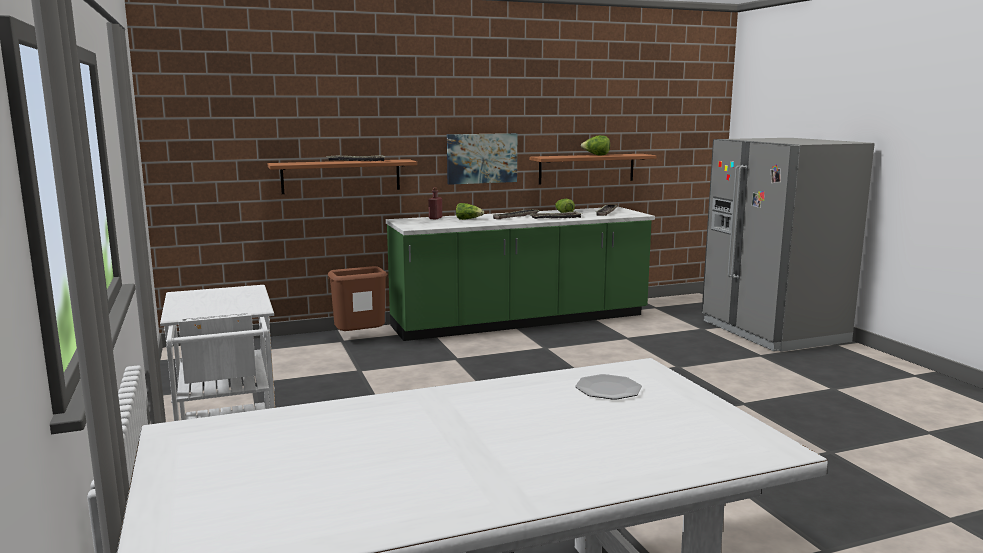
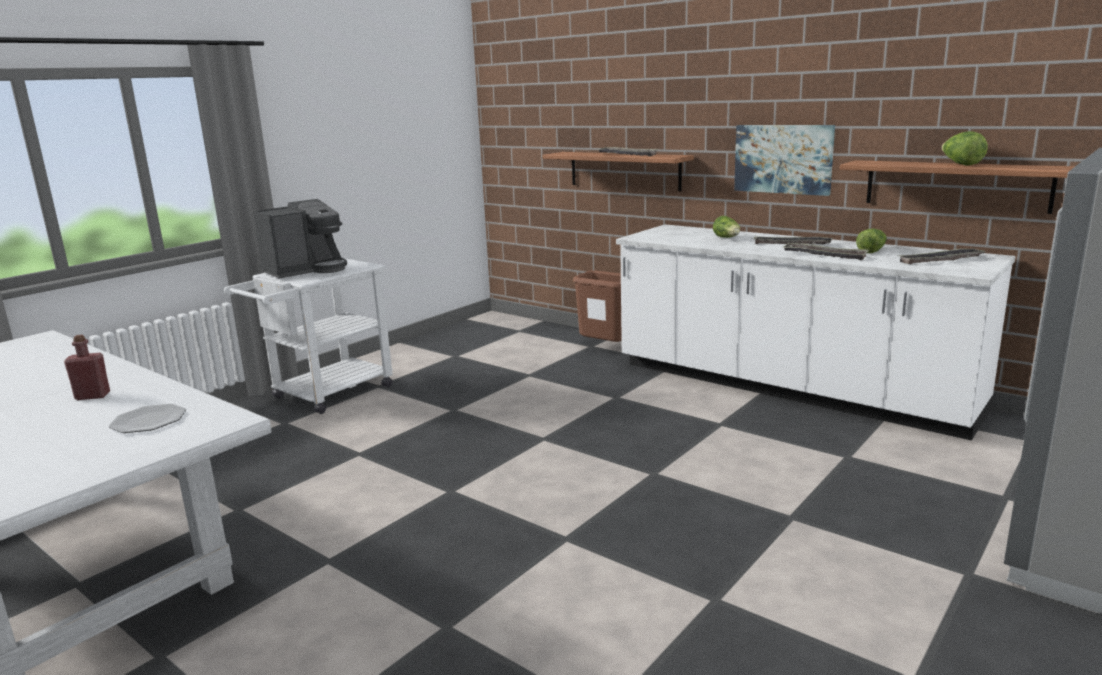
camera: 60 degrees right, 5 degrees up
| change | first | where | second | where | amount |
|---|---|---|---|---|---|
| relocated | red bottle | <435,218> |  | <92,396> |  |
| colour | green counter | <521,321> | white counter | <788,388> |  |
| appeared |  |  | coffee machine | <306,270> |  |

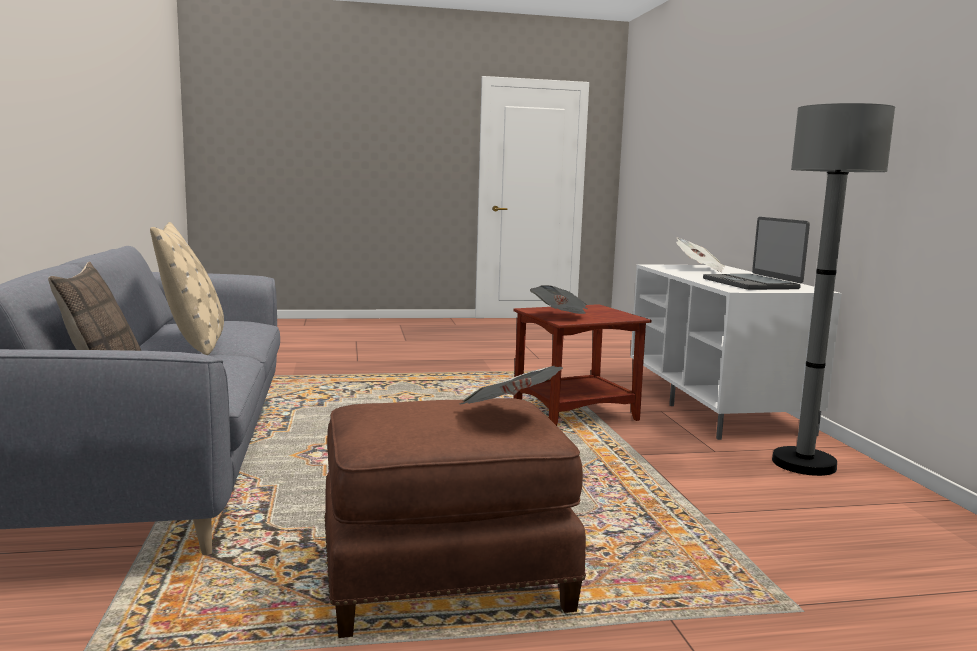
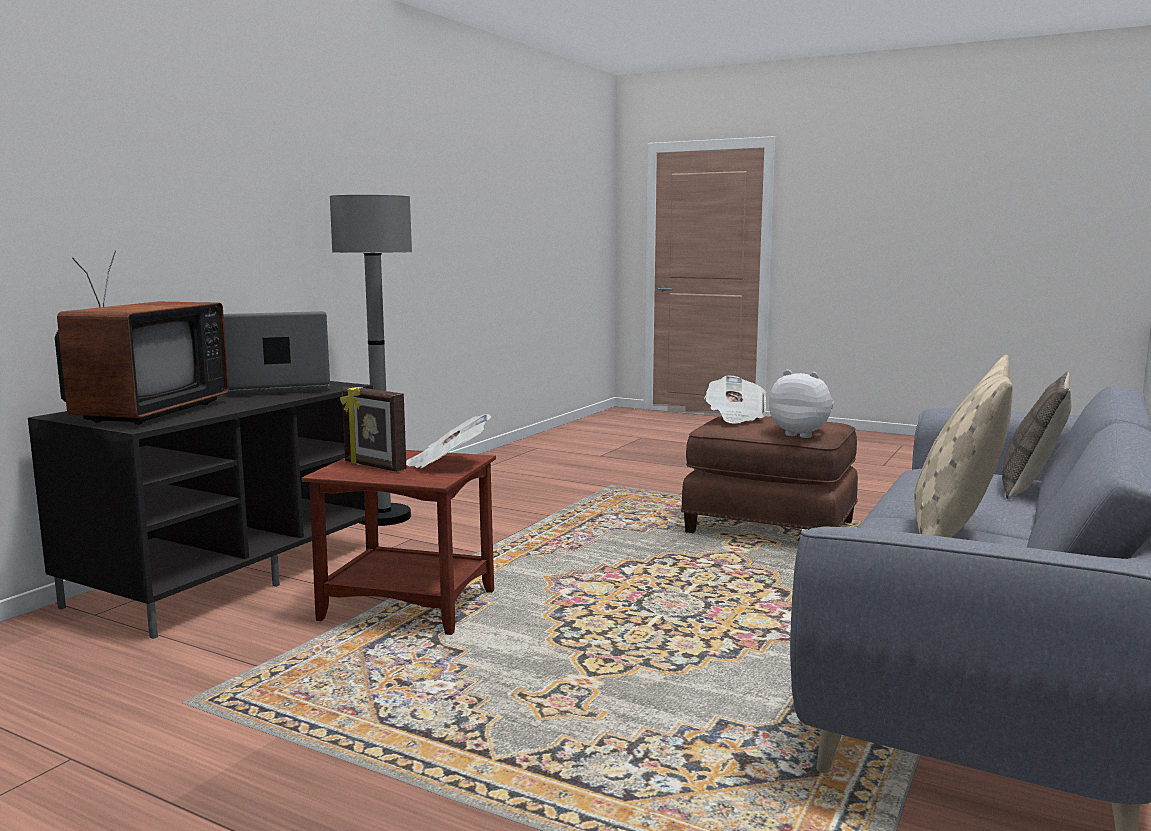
camera: 140 degrees left, 0 degrees up
| change | first | where | second | where | amount |
|---|---|---|---|---|---|
| spun | laptop | <751,284> |  | <277,389> | 135 degrees counterclockwise |
| exchanged | newspaper | <699,269> | television | <142,412> |  |
| colour | white tv stand | <717,404> | black tv stand | <230,572> |  |
| appeared |  |  | plush toy | <801,434> |  |
| appeared |  |  | picture frame | <374,466> |  |

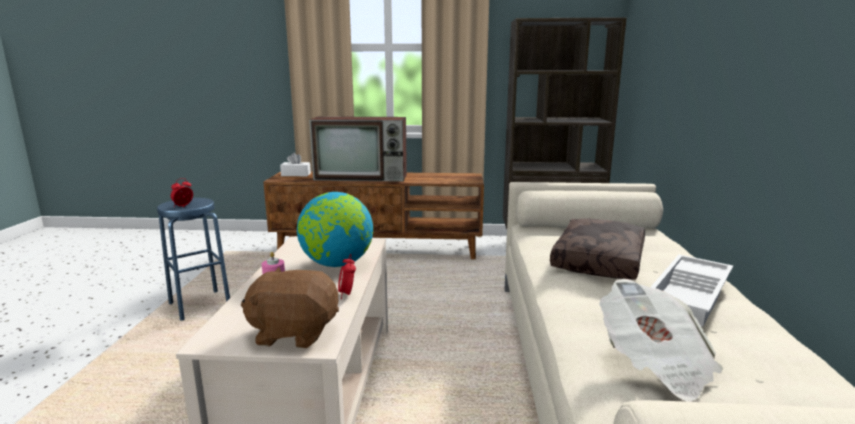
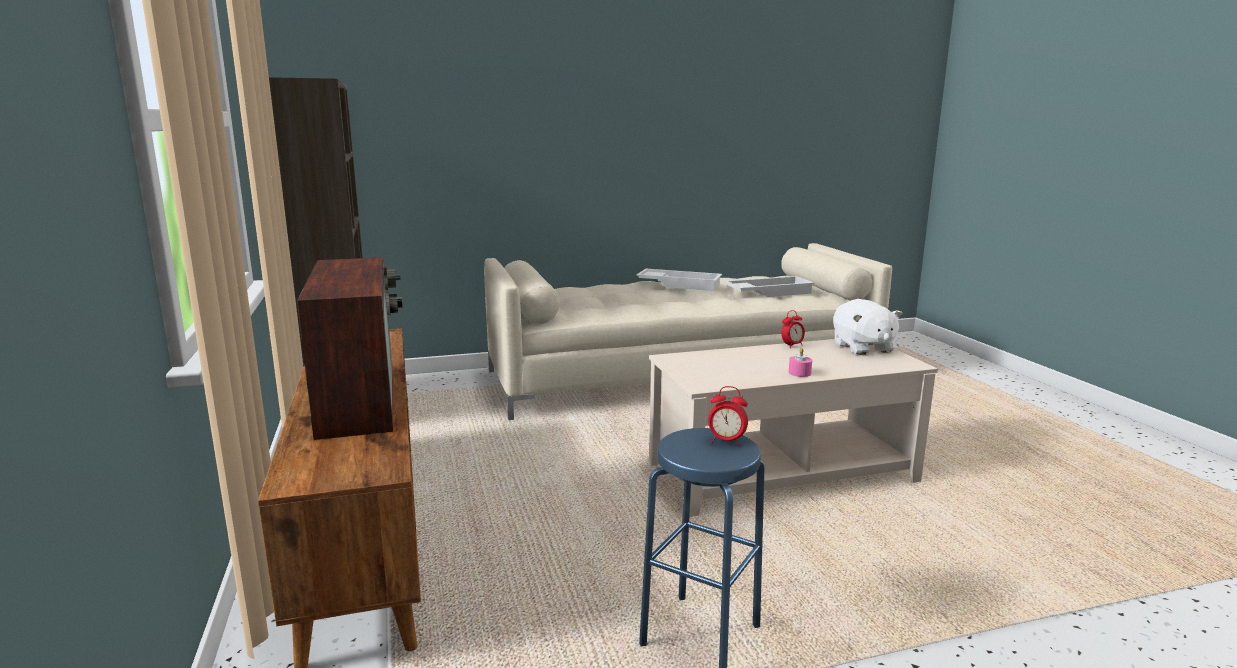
camera: 110 degrees left, 0 degrees up
| change | first | where | second | where | amount |
|---|---|---|---|---|---|
| missing | white tissue box | <296,174> |  |  |  |
| missing | globe | <337,264> |  |  |  |
| missing | brown pillow | <600,261> |  |  |  |
| colour | brown plush toy | <294,332> | white plush toy | <862,348> |  |
| exchanged | newspaper | <655,364> | white tray | <768,292> |  |

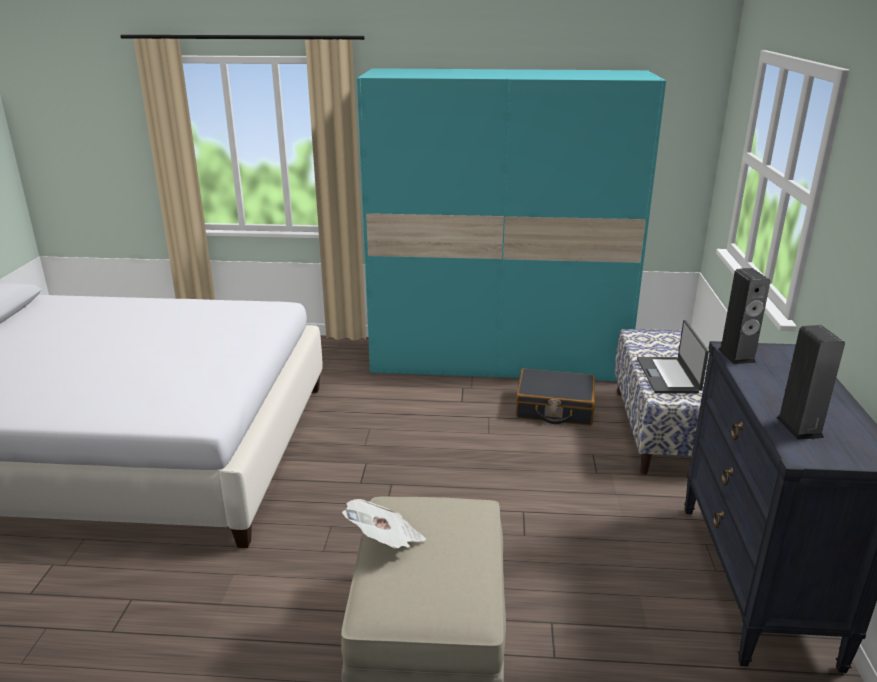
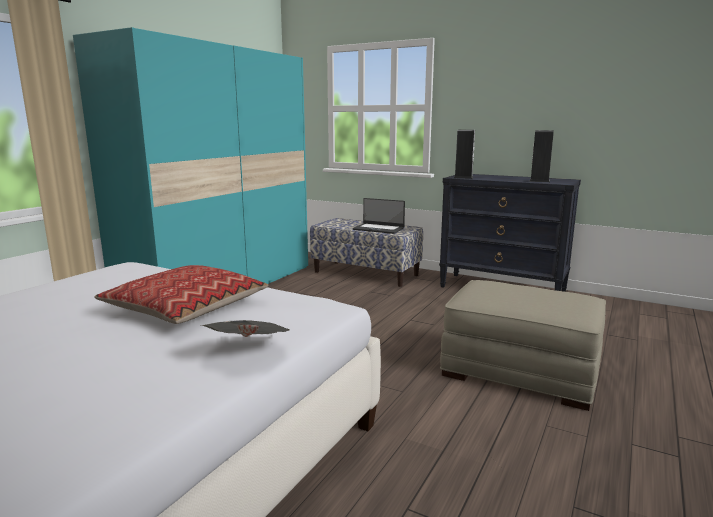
camera: 65 degrees left, 10 degrees down
| change | first | where | second | where | amount |
|---|---|---|---|---|---|
| missing | black suitcase | <554,408> |  |  |  |
| relocated | newspaper | <385,541> |  | <249,350> |  |
| appeared |  |  | pillow | <186,308> |  |

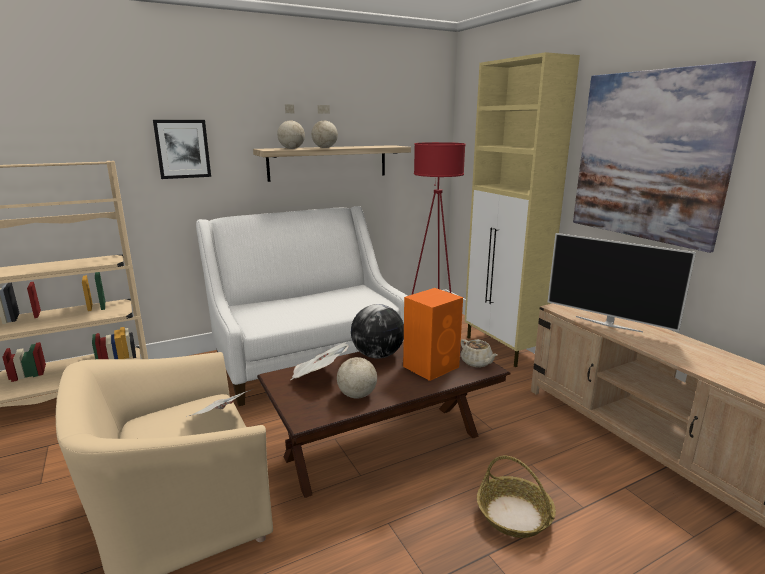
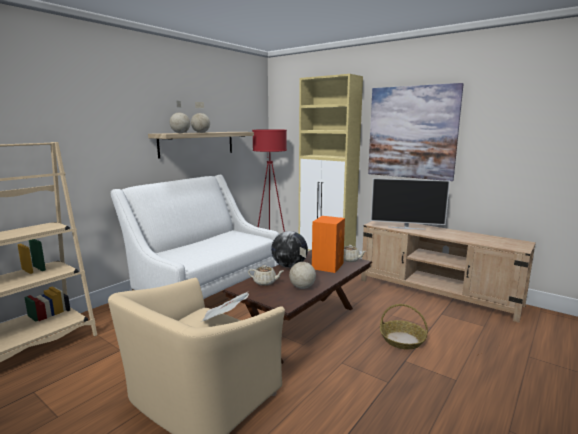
camera: 25 degrees left, 5 degrees down
| change | first | where | second | where | amount |
|---|---|---|---|---|---|
| missing | picture | <182,149> |  |  |  |
| exchanged | newspaper | <318,375> | beige teapot | <265,282> |  |

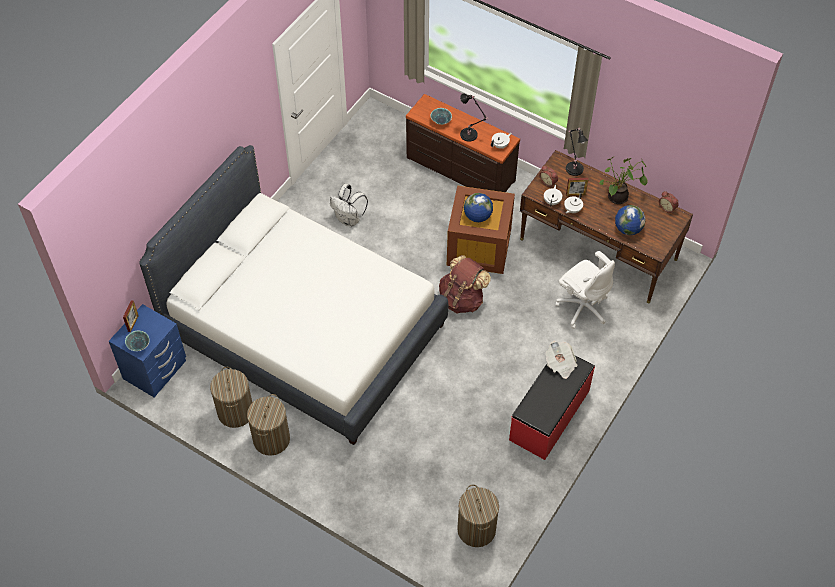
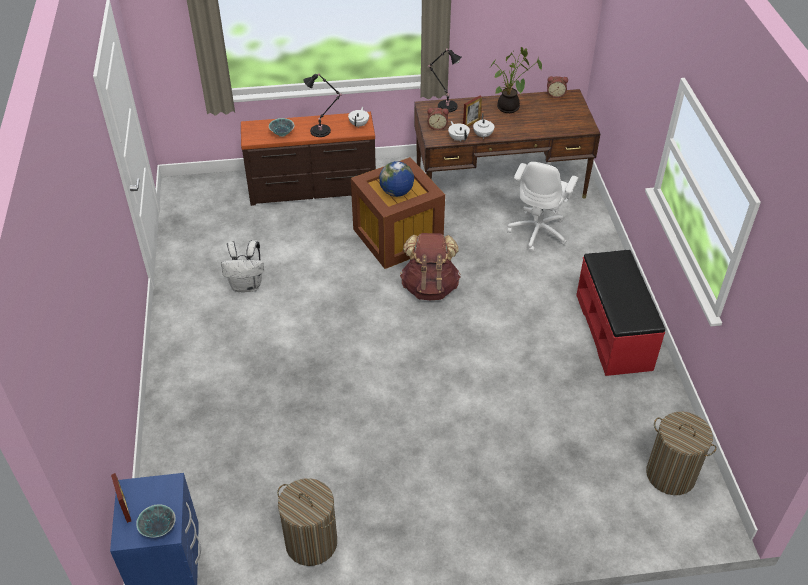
camera: 40 degrees left, 10 degrees down
| change | first | where | second | where | amount |
|---|---|---|---|---|---|
| missing | white bed | <304,330> |  |  |  |
| missing | globe | <628,229> |  |  |  |
| spun | white office chair | <582,307> |  | <538,231> | 105 degrees clockwise |
| missing | newspaper | <560,364> |  |  |  |
| missing | laundry basket | <271,439> |  |  |  |

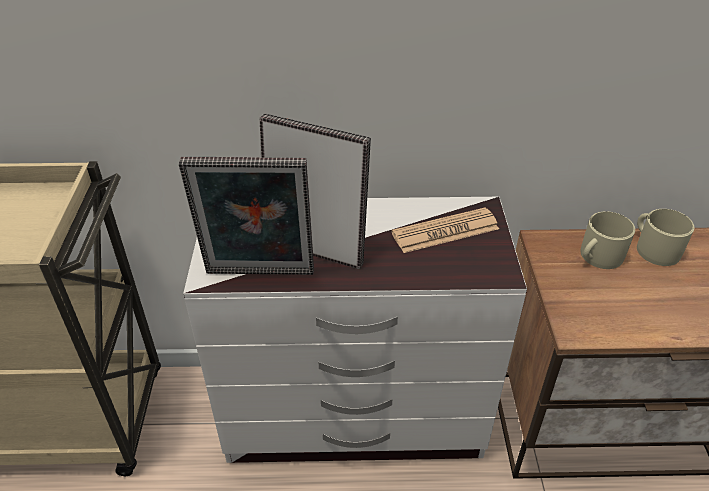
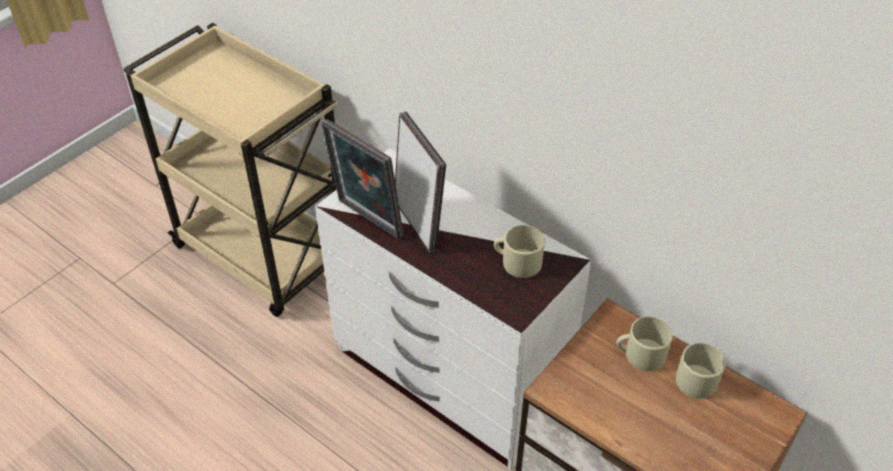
camera: 40 degrees right, 5 degrees up
| change | first | where | second | where | amount |
|---|---|---|---|---|---|
| exchanged | newspaper | <445,231> | beige mug | <517,262> |  |

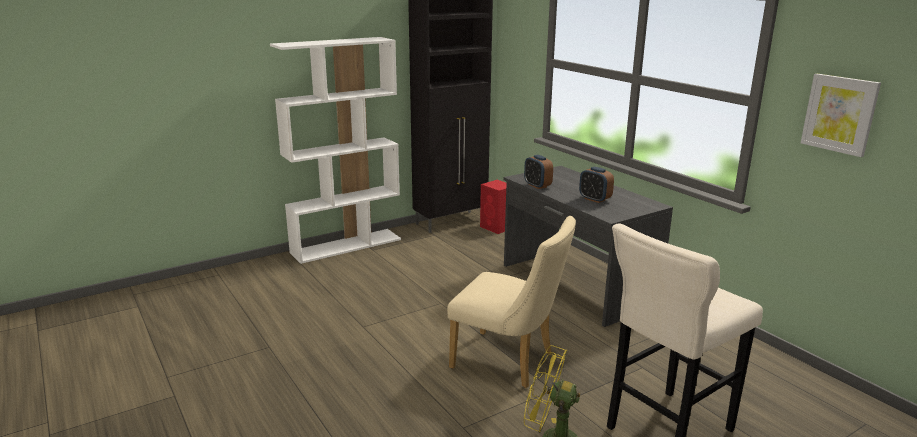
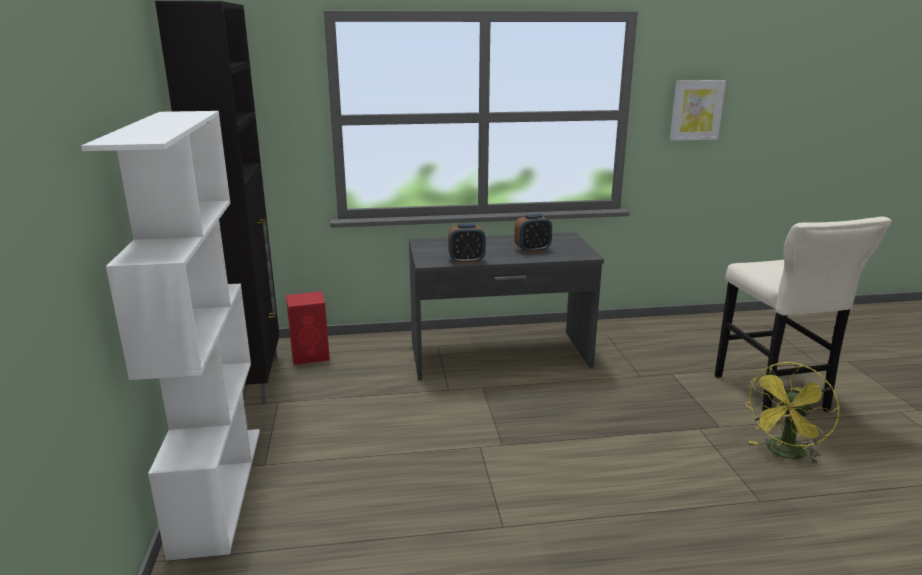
camera: 65 degrees left, 0 degrees up
| change | first | where | second | where | amount |
|---|---|---|---|---|---|
| missing | beige chair | <509,362> |  |  |  |

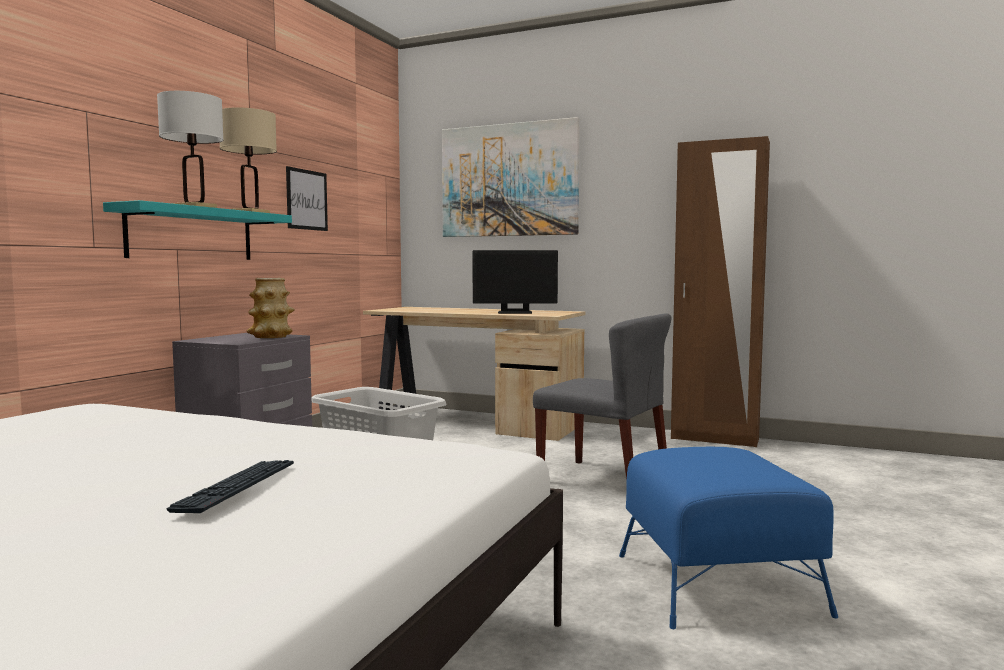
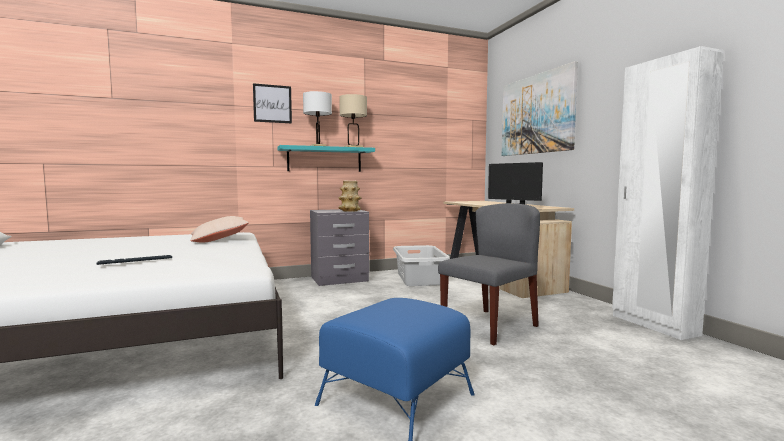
camera: 45 degrees right, 0 degrees up
| change | first | where | second | where | amount |
|---|---|---|---|---|---|
| colour | brown wardrobe | <714,439> | white wardrobe | <653,325> |  |
| relocated | picture | <306,200> |  | <272,103> |  |
| spun | grey chair | <604,480> |  | <489,326> | 120 degrees counterclockwise |
| appeared |  |  | beige pillow | <219,239> |  |

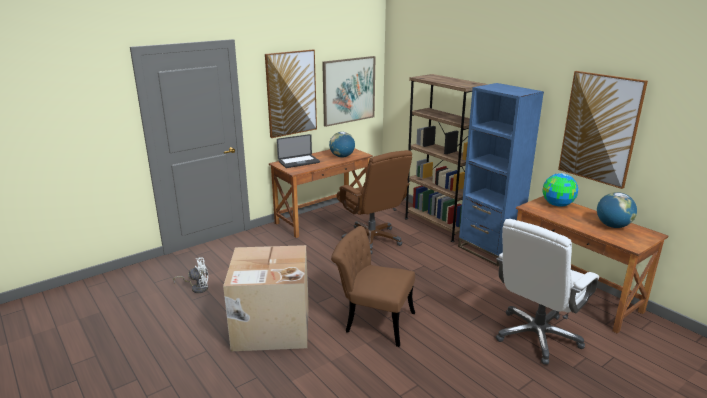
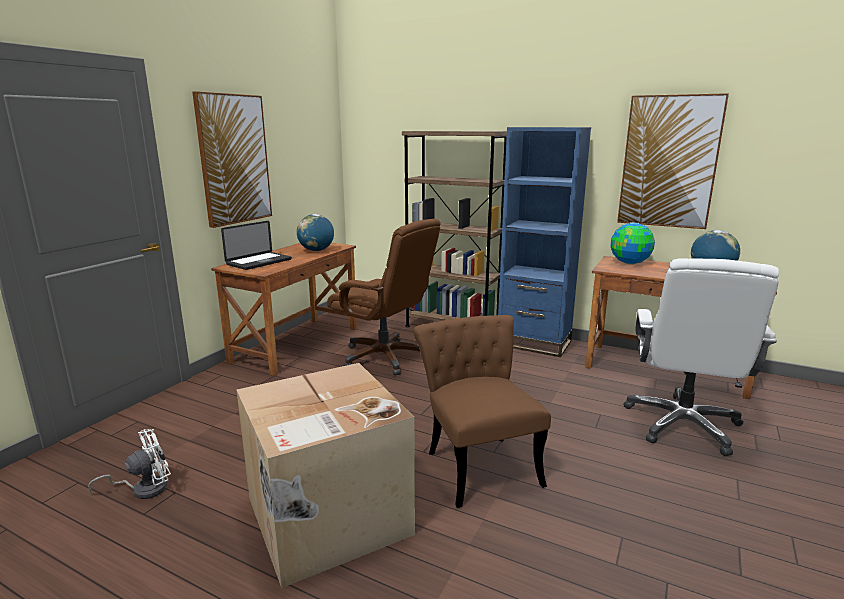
camera: 25 degrees left, 5 degrees down
| change | first | where | second | where | amount |
|---|---|---|---|---|---|
| missing | picture | <348,90> |  |  |  |
| spun | brown chair | <372,321> |  | <477,462> | 75 degrees clockwise |

